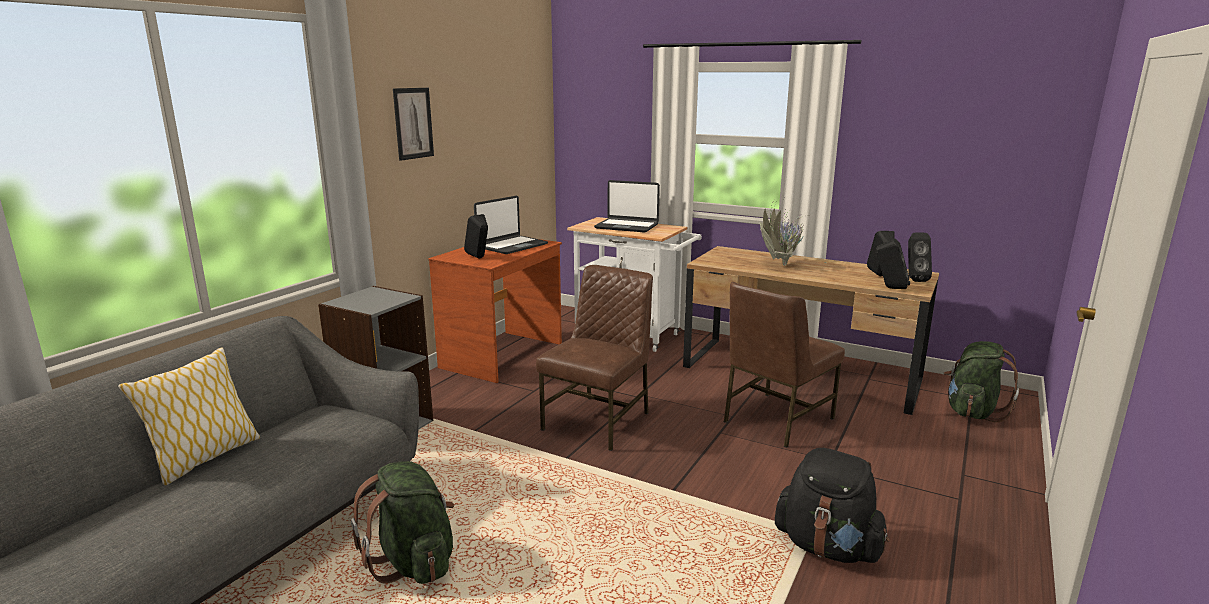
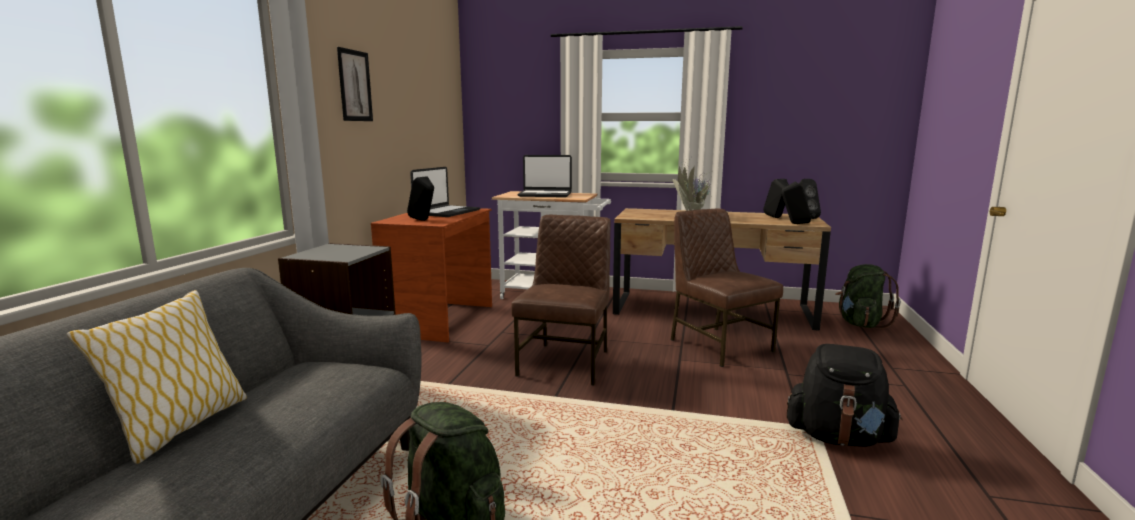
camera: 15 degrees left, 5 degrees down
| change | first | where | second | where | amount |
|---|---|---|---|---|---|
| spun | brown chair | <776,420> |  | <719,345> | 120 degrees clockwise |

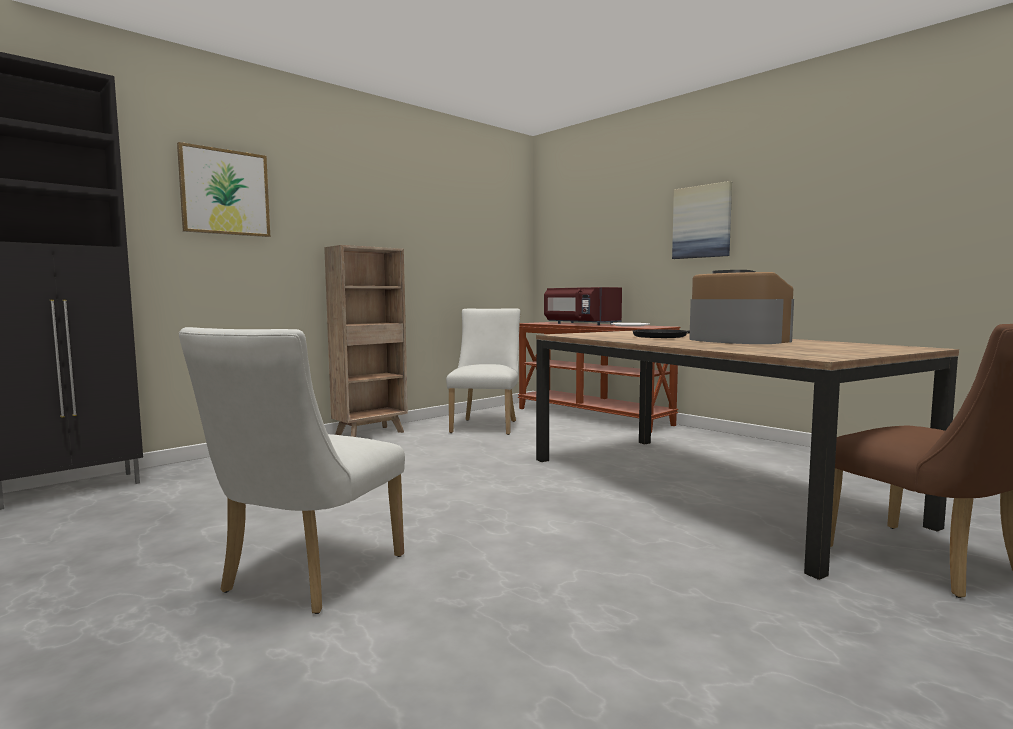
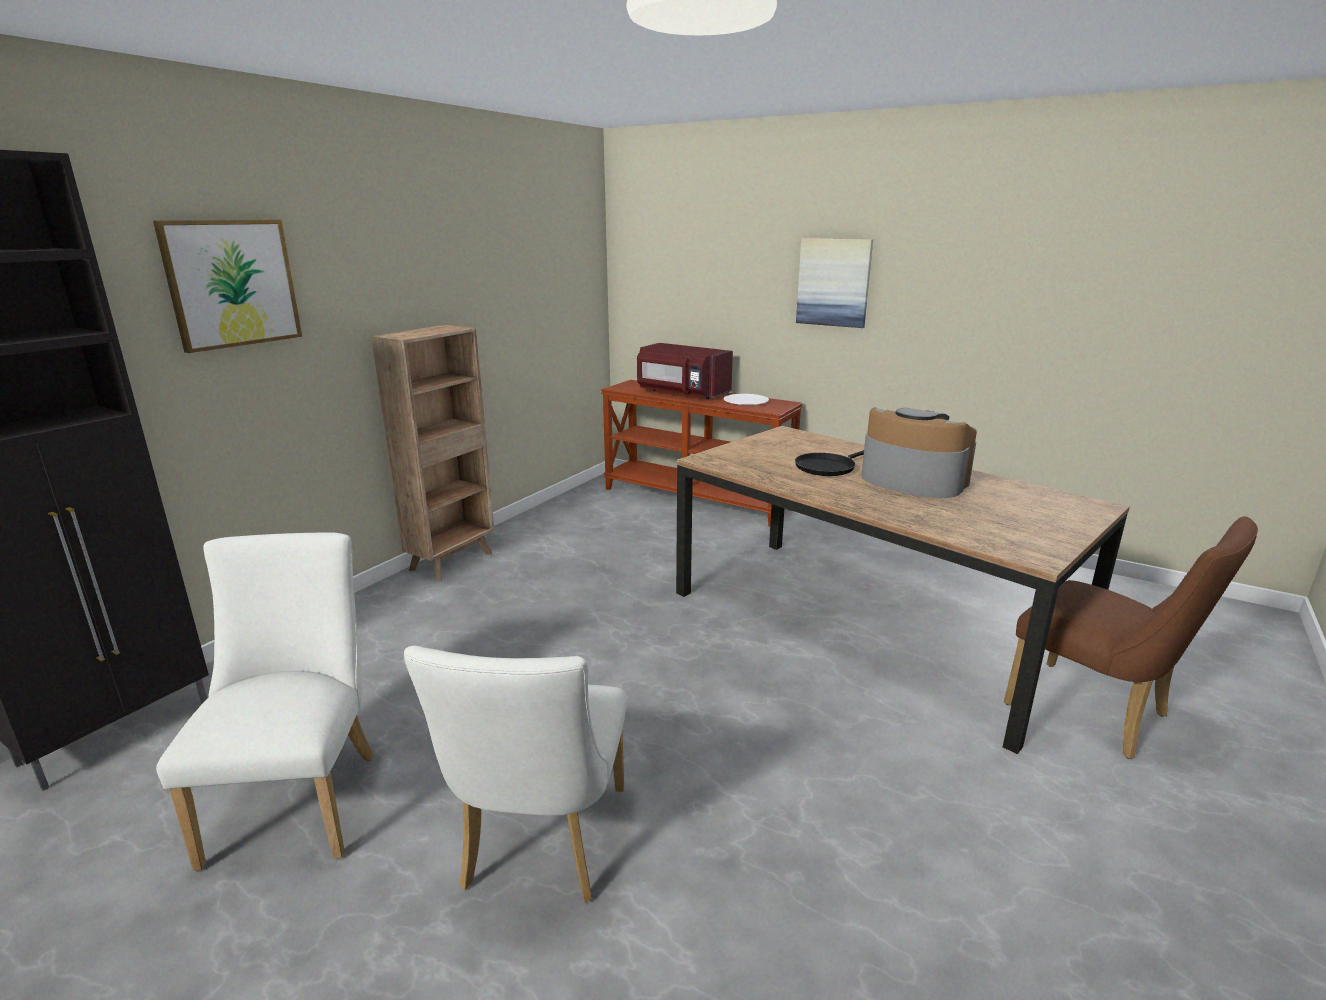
camera: 15 degrees left, 15 degrees up
| change | first | where | second | where | amount |
|---|---|---|---|---|---|
| relocated | white chair | <486,425> |  | <301,798> |  |

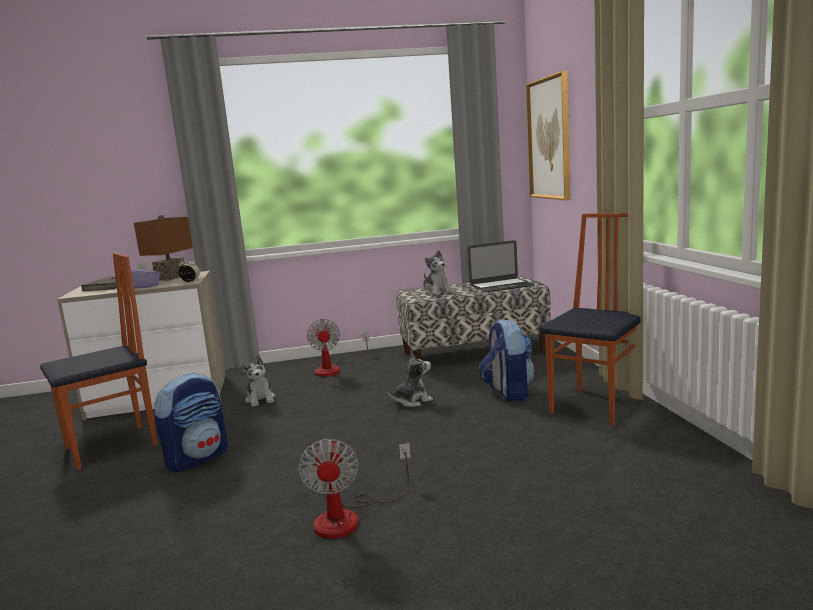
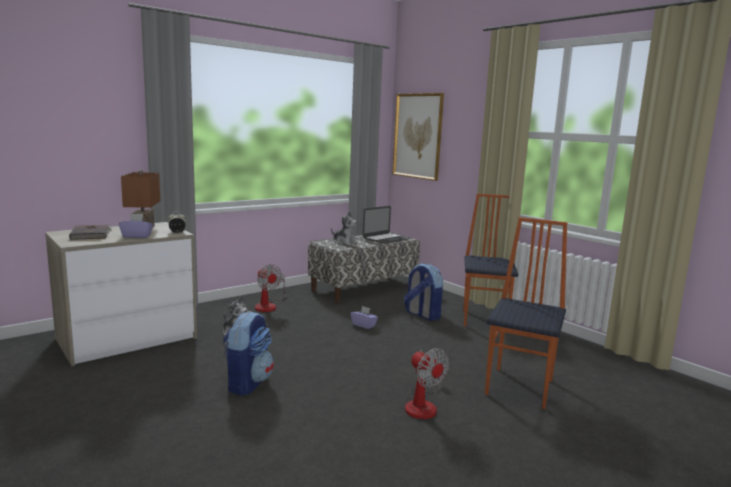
camera: 30 degrees left, 0 degrees up
| change | first | where | second | where | amount |
|---|---|---|---|---|---|
| relocated | chair | <113,447> |  | <521,387> |  |
| exchanged | plush toy | <412,401> | purple tissue box | <364,325> |  |

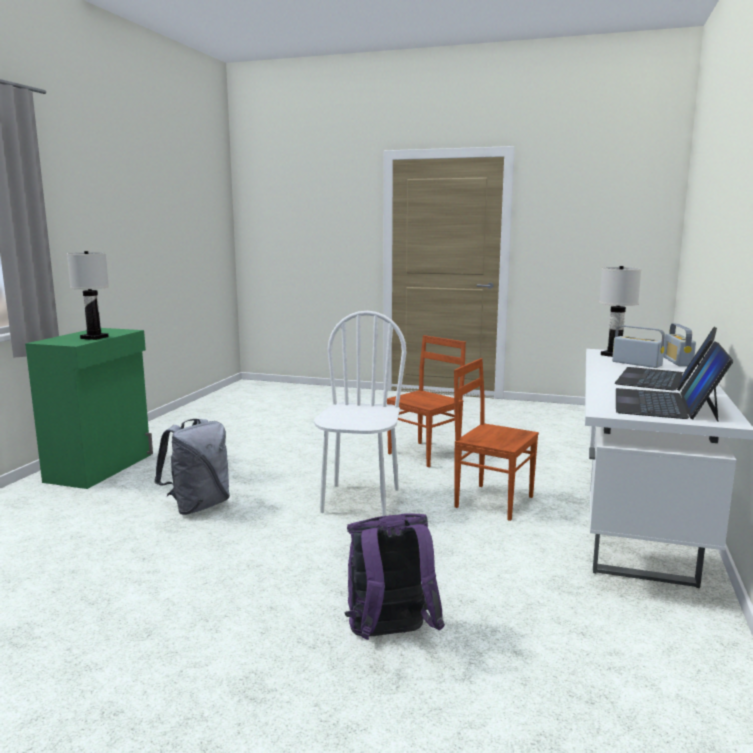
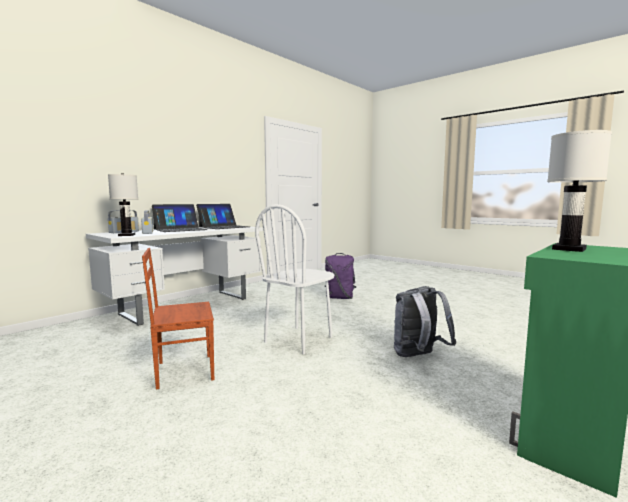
camera: 155 degrees left, 5 degrees down
| change | first | where | second | where | amount |
|---|---|---|---|---|---|
| missing | brown chair | <493,501> |  |  |  |

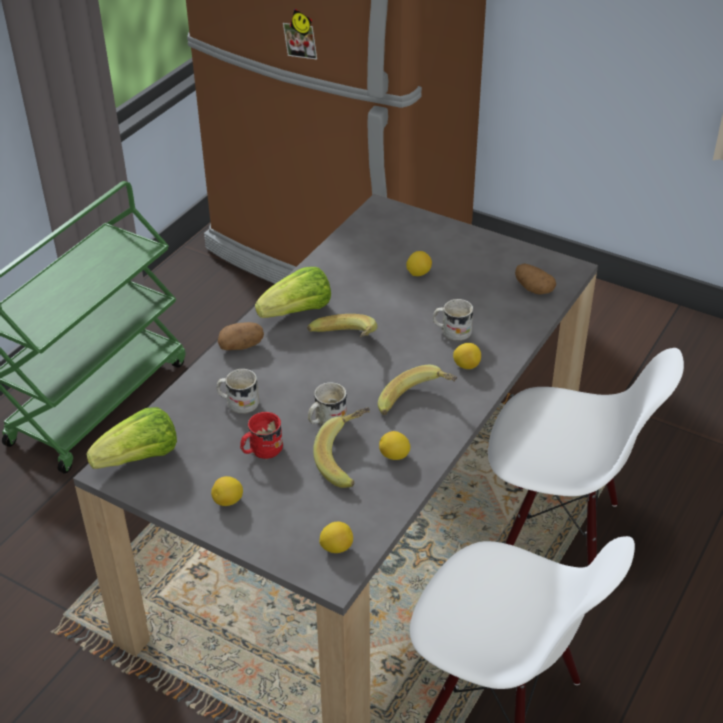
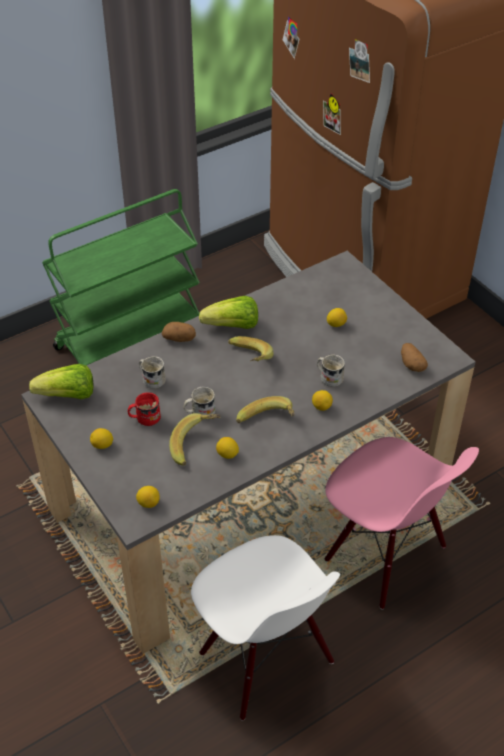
camera: 25 degrees right, 5 degrees up
| change | first | where | second | where | amount |
|---|---|---|---|---|---|
| colour | white chair | <558,538> | pink chair | <384,555> |  |

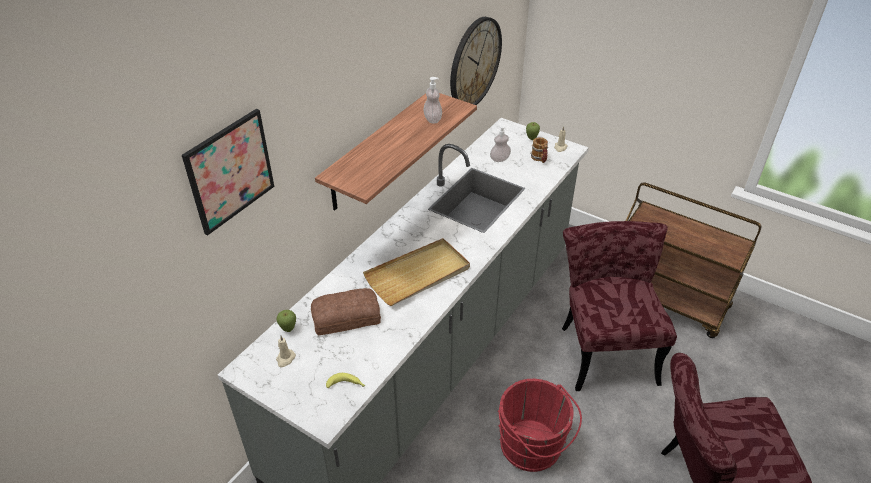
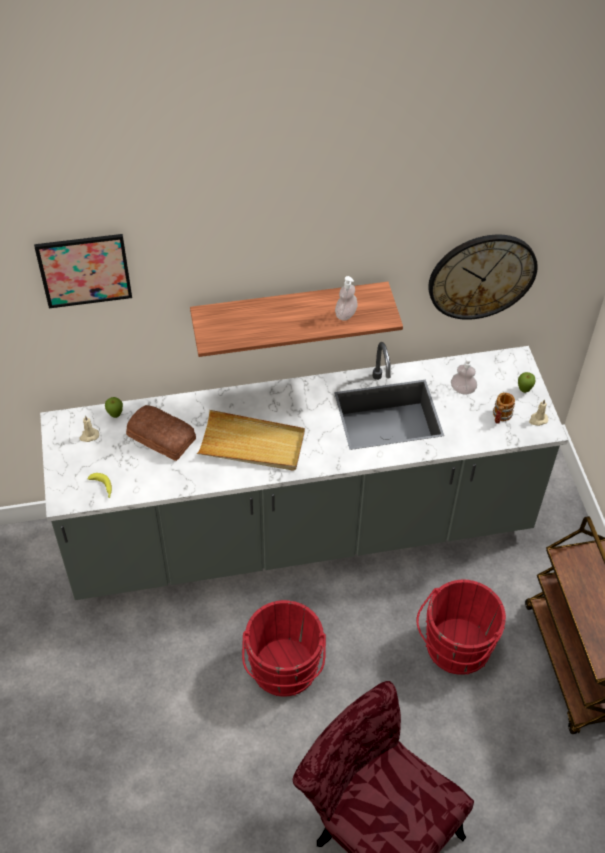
camera: 45 degrees right, 10 degrees up
| change | first | where | second | where | amount |
|---|---|---|---|---|---|
| exchanged | red chair | <604,346> | red bucket | <455,649> |  |

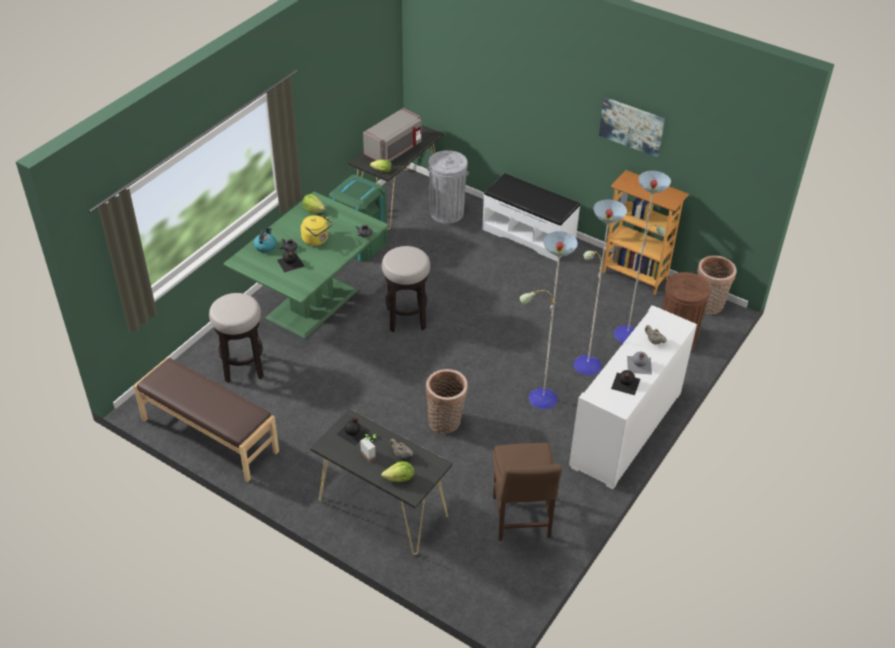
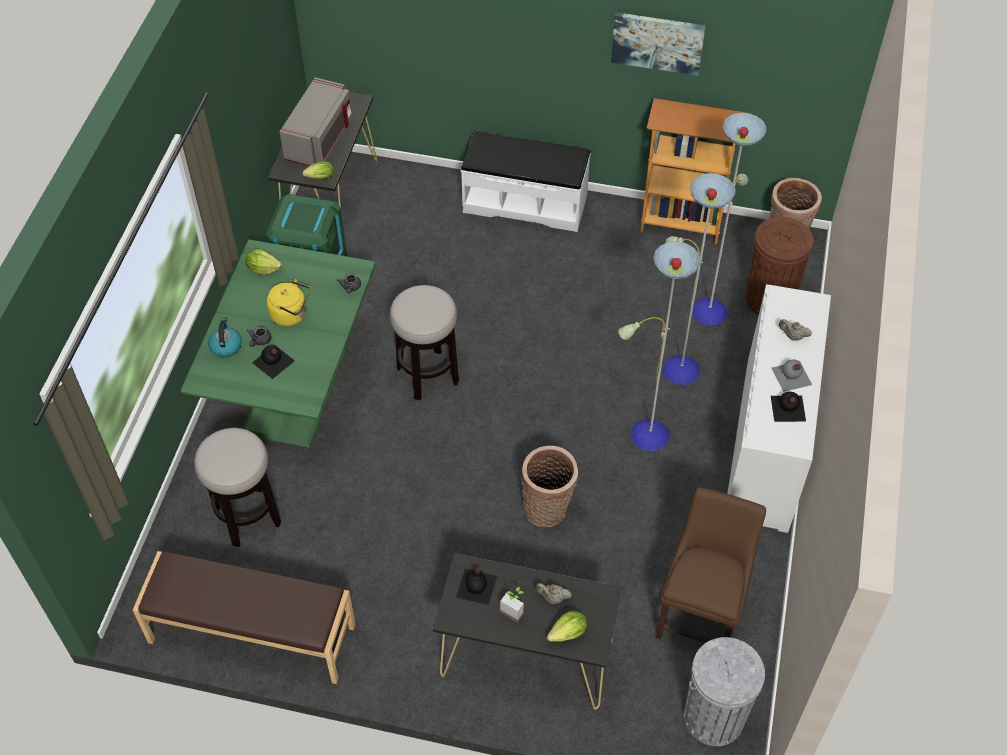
camera: 20 degrees left, 10 degrees up
| change | first | where | second | where | amount |
|---|---|---|---|---|---|
| relocated | grey trash can | <446,213> |  | <713,717> |  |
| spun | brown chair | <521,520> |  | <700,613> | 135 degrees counterclockwise |

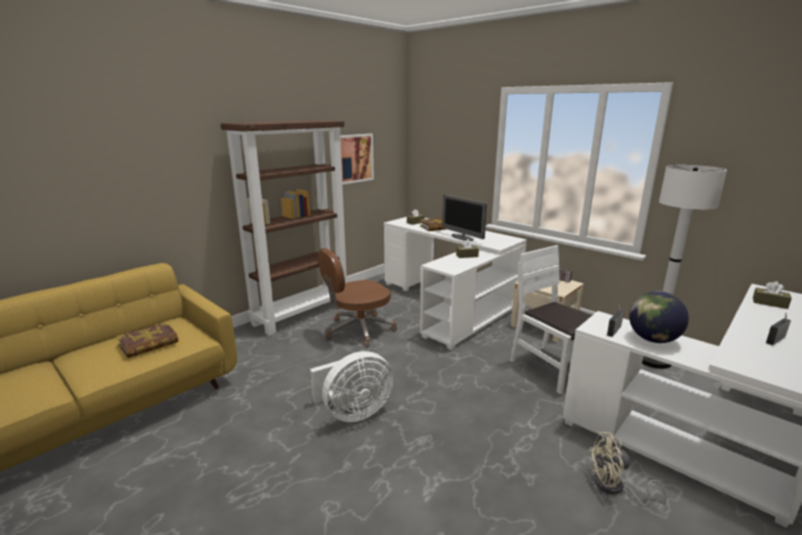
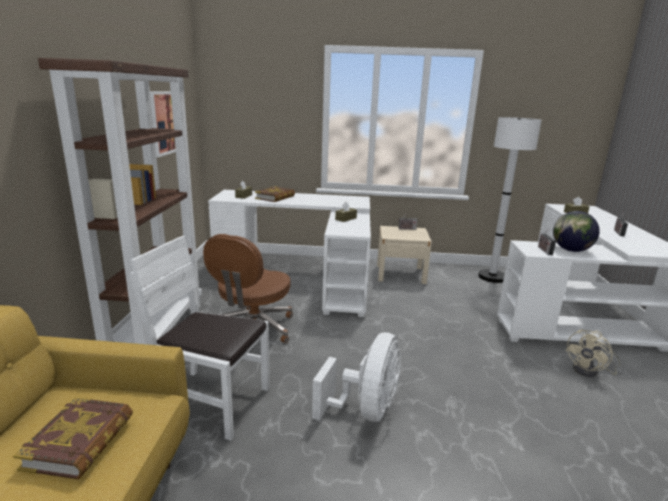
camera: 40 degrees left, 0 degrees up
| change | first | where | second | where | amount |
|---|---|---|---|---|---|
| missing | monitor | <462,238> |  |  |  |
| relocated | white chair | <552,368> |  | <212,401> |  |

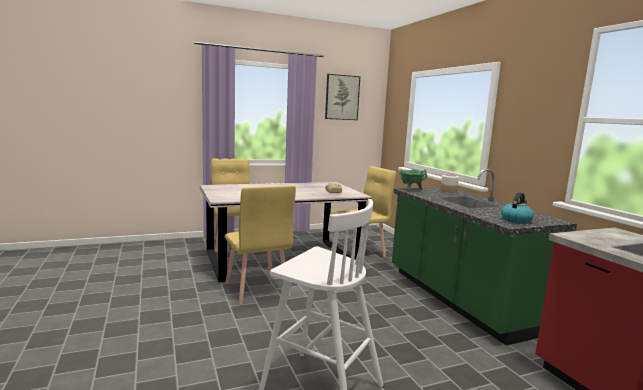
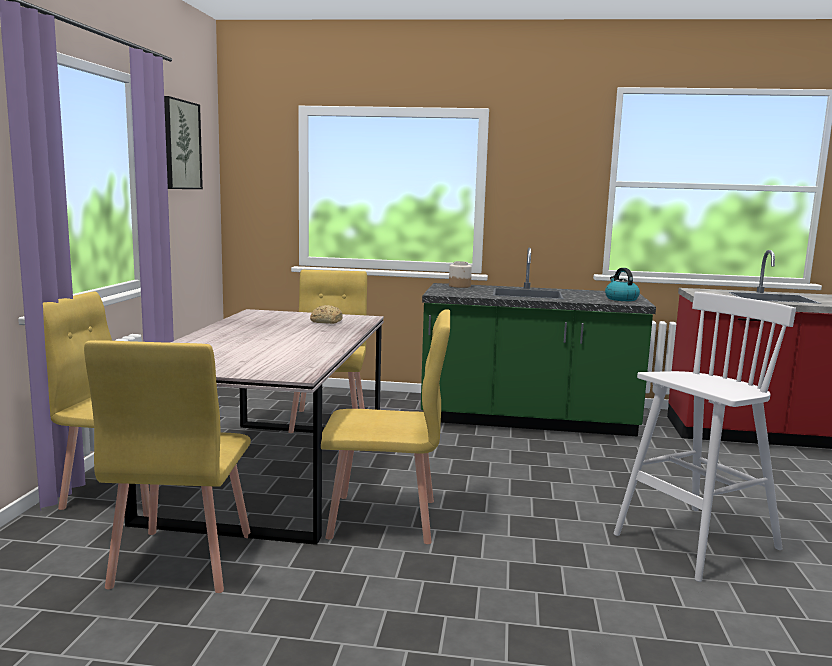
camera: 60 degrees left, 0 degrees up
| change | first | where | second | where | amount |
|---|---|---|---|---|---|
| missing | green cooking pot | <410,189> |  |  |  |
| appeared |  |  | yellow chair | <181,561> |  |

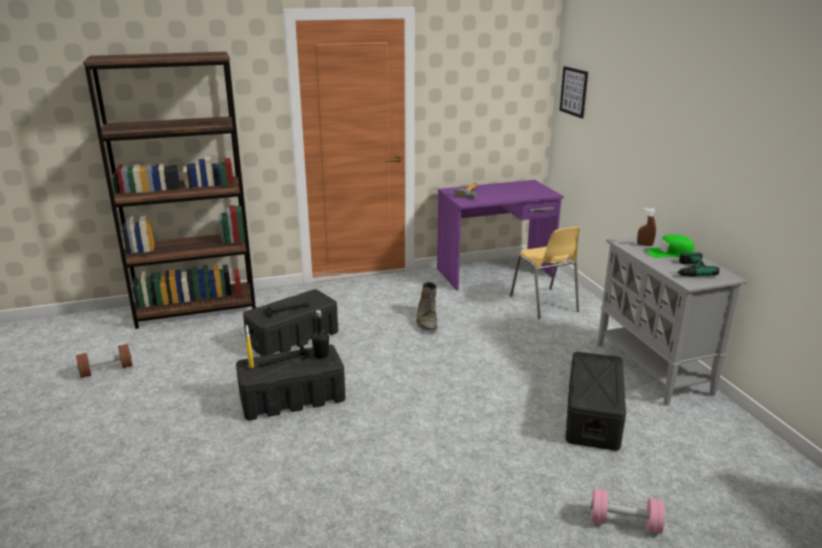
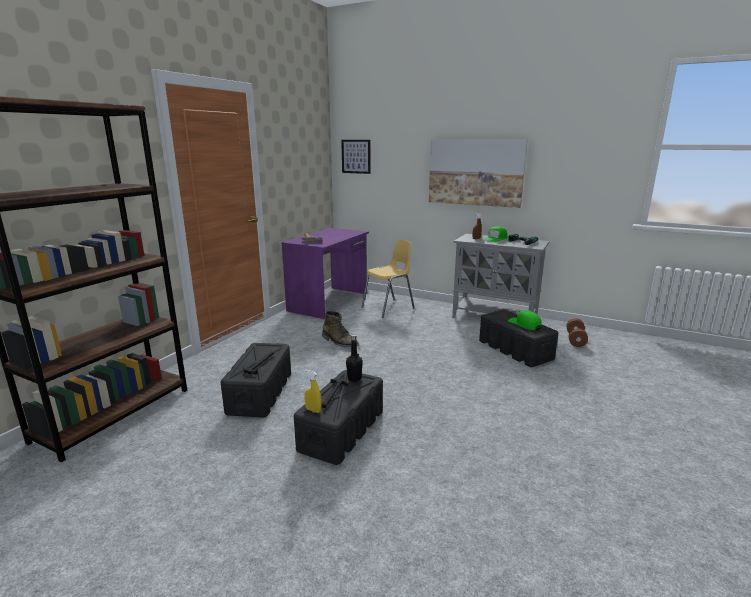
camera: 45 degrees left, 5 degrees down
| change | first | where | second | where | amount |
|---|---|---|---|---|---|
| spun | yellow chair | <544,304> |  | <389,308> | 60 degrees counterclockwise |
| relocated | brown dumbbell | <106,370> |  | <575,340> |  |
| missing | pink dumbbell | <625,523> |  |  |  |
| appeared |  |  | picture | <475,172> |  |
| appeared |  |  | green cap | <524,324> |  |

